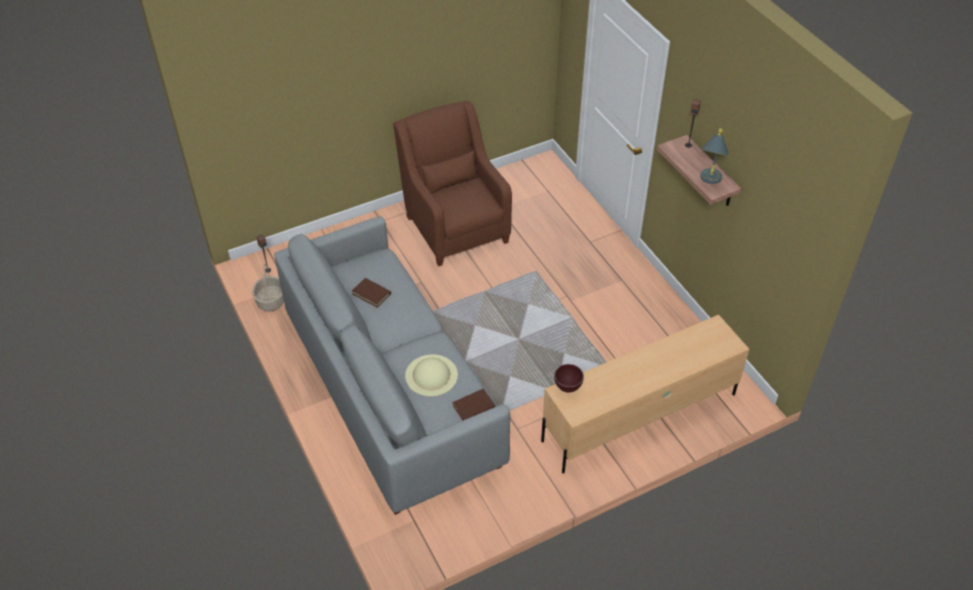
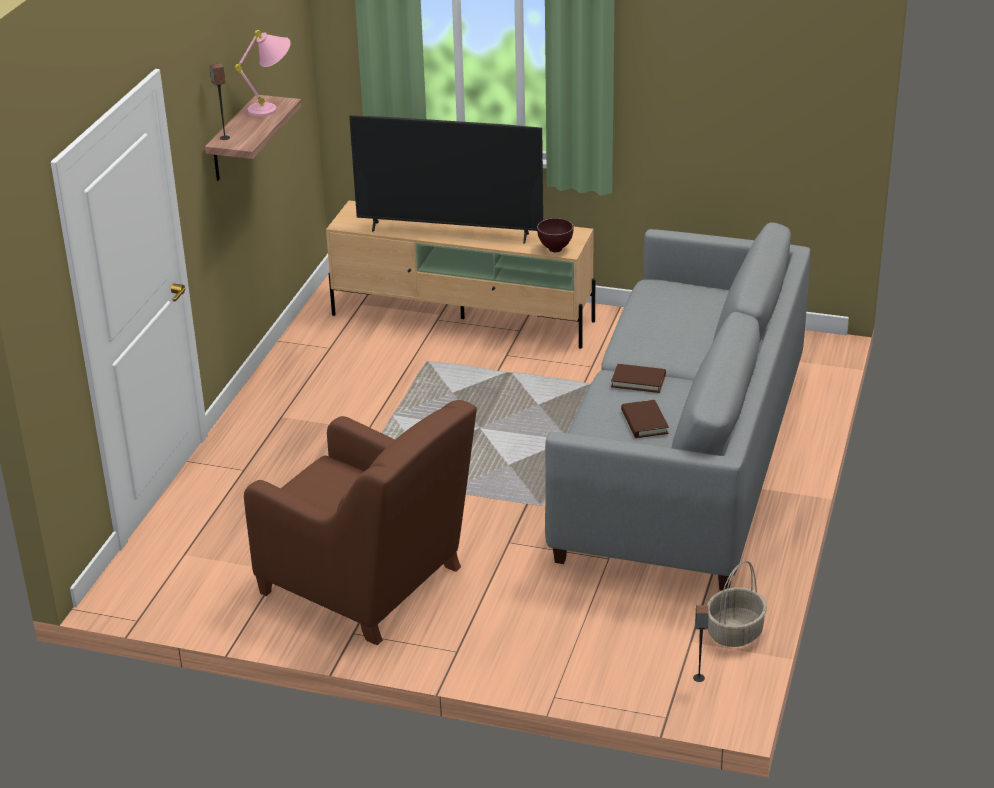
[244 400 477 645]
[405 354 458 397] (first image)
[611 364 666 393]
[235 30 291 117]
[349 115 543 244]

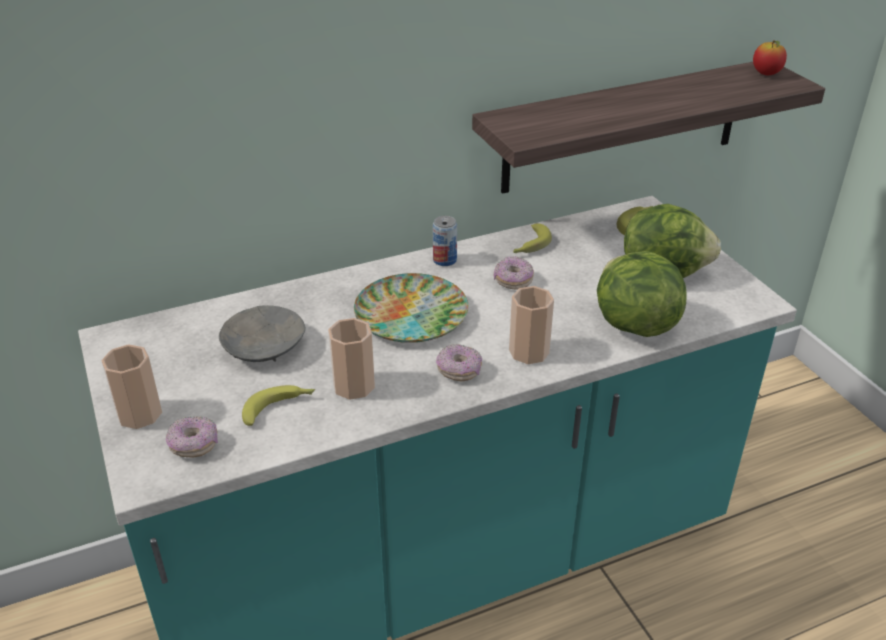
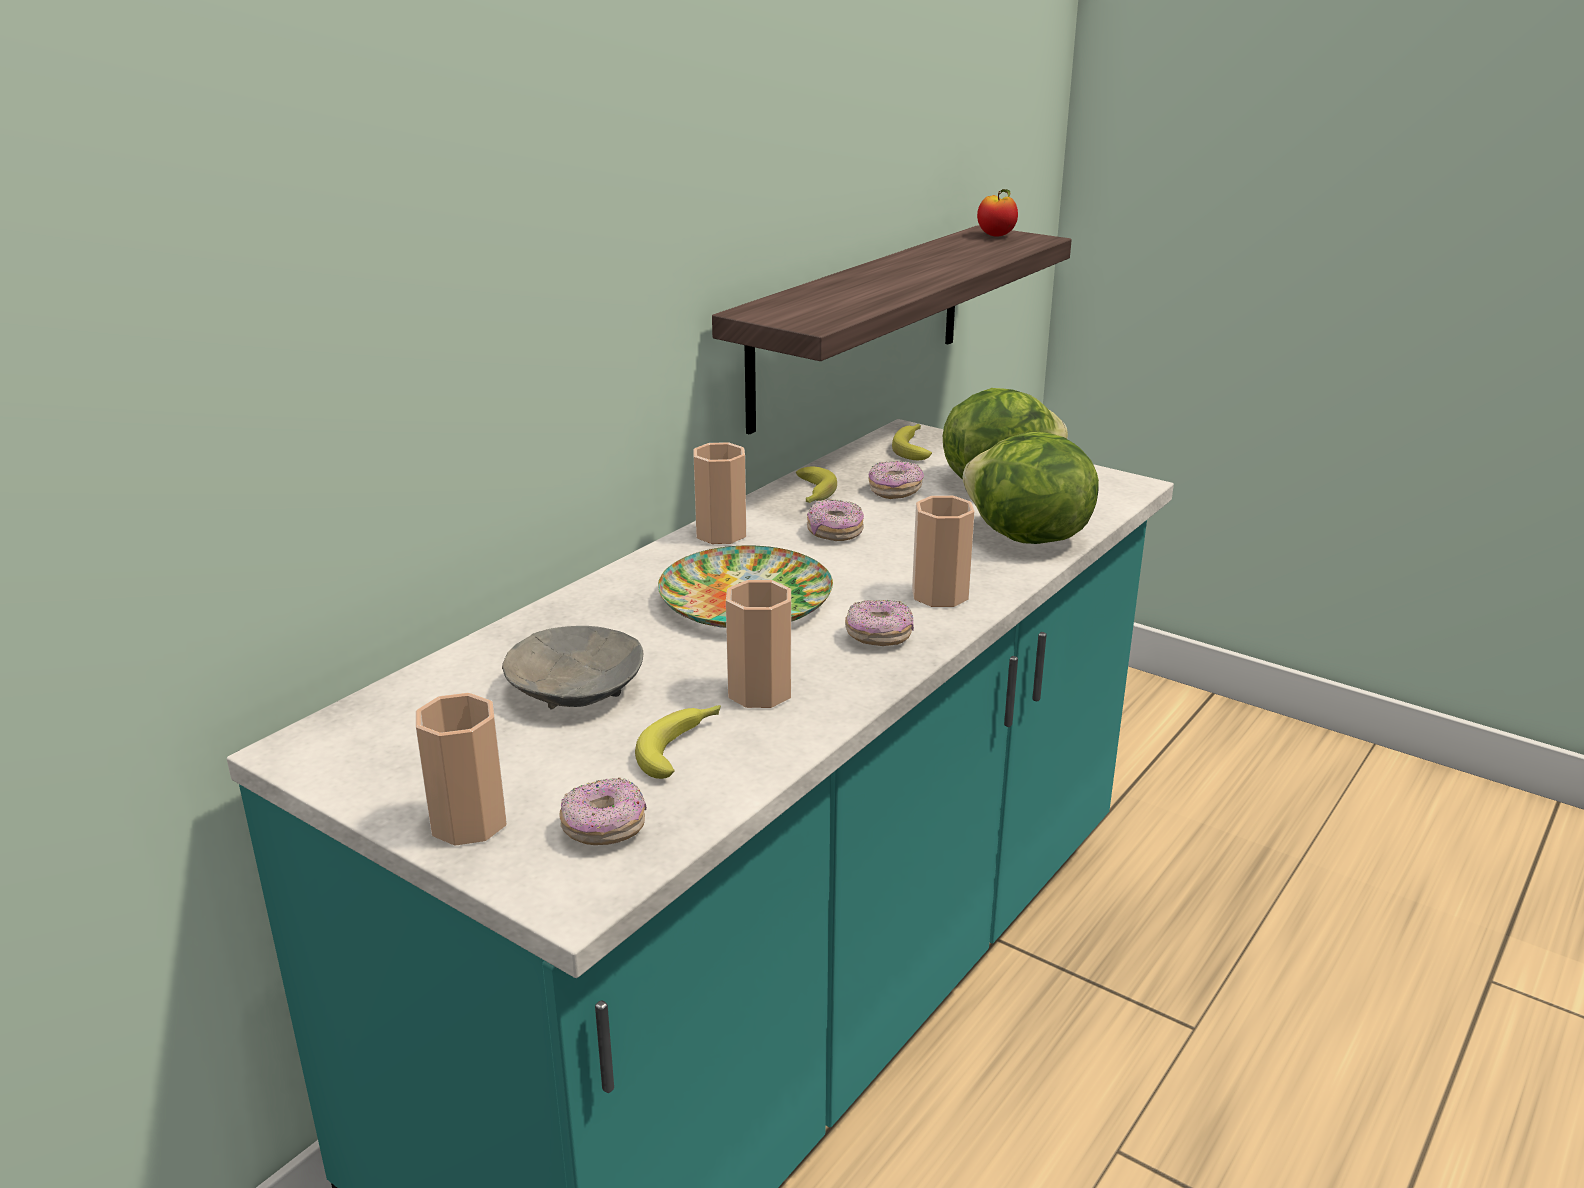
[693 442 746 544]
[868 461 924 499]

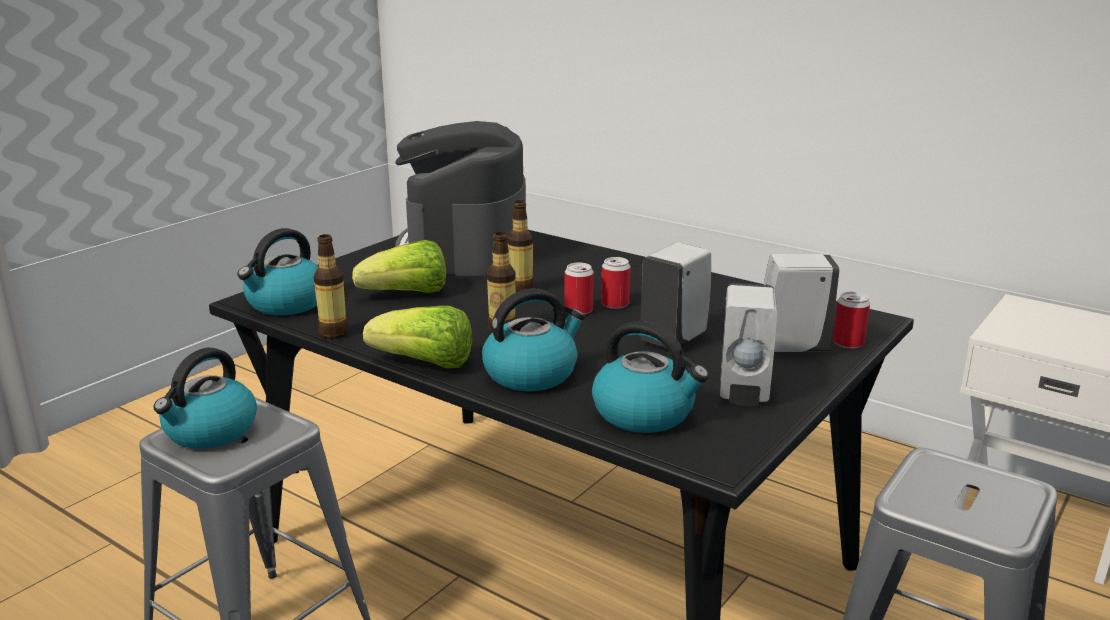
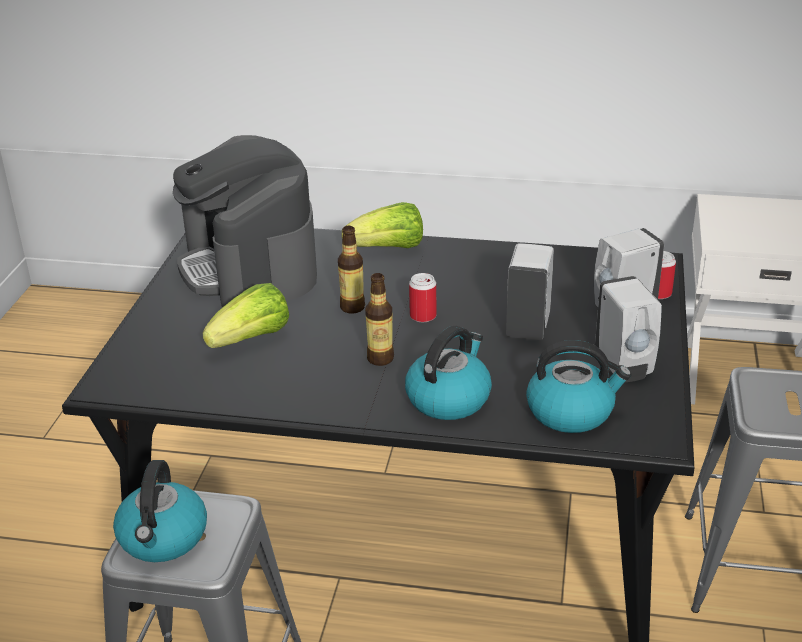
[237 228 319 315] (first image)
[314 234 348 340] (first image)
[342 202 423 248]
[601 257 631 309] (first image)

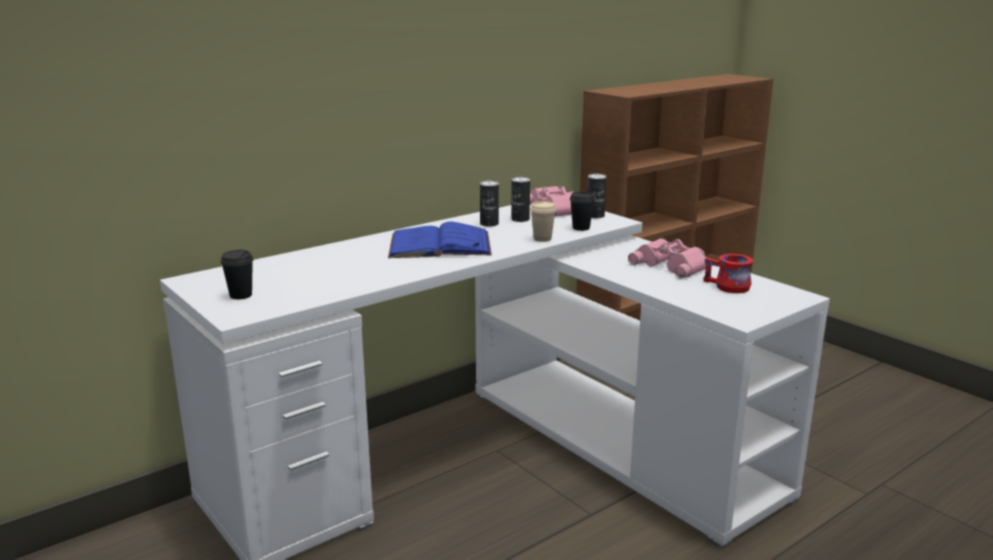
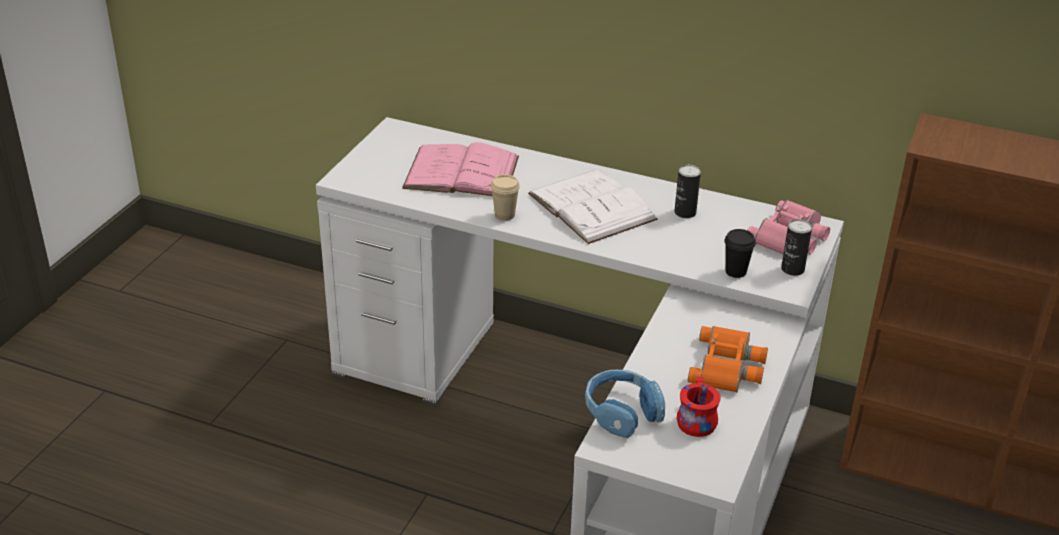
[221 250 254 299] (first image)
[528 170 658 244]
[511 177 530 222] (first image)
[490 174 520 221]
[688 326 768 393]
[402 142 519 196]
[585 370 665 438]

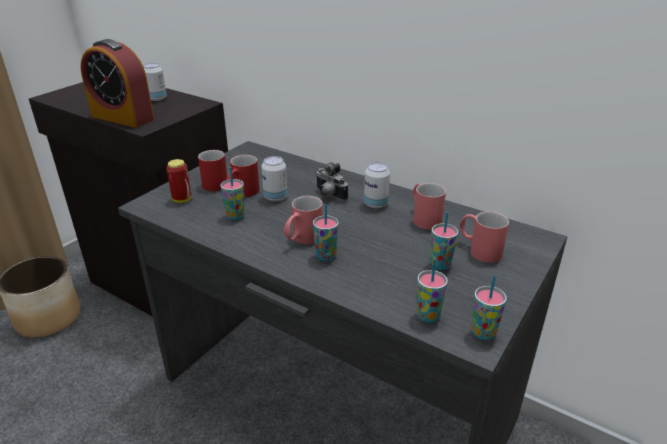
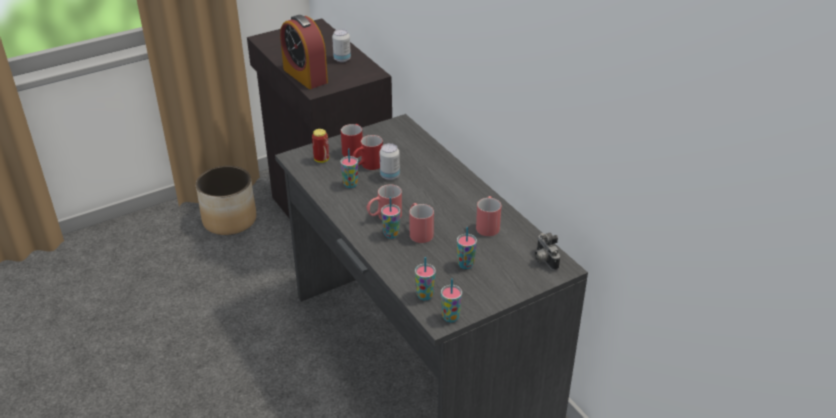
[535 233 560 270]
[364 162 390 209] (first image)
[409 203 434 243]

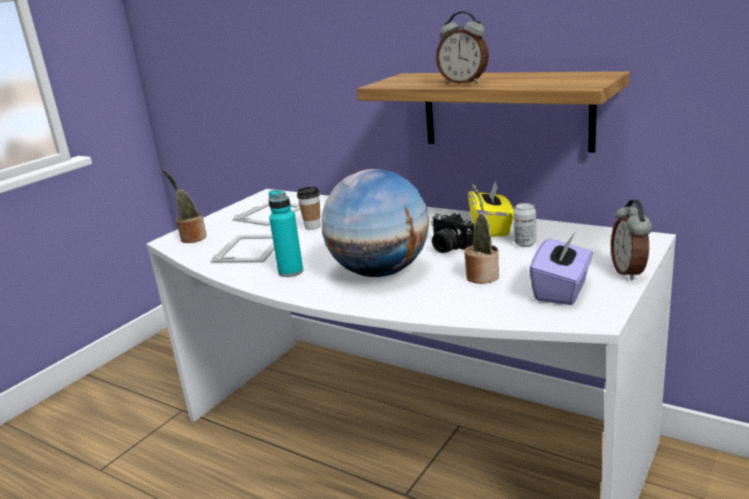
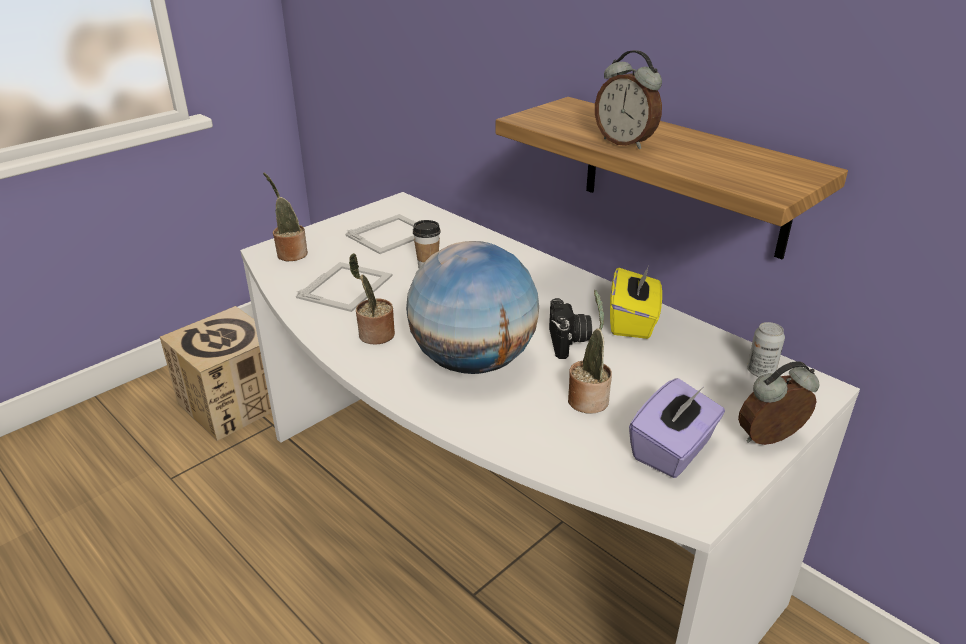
[349 253 395 344]
[549 298 592 359]
[747 322 785 377]
[738 361 819 445]
[160 306 272 441]

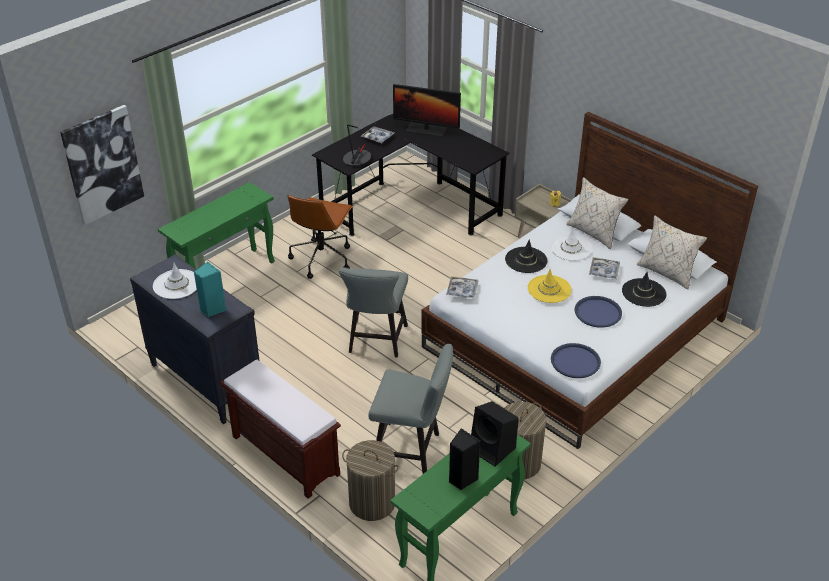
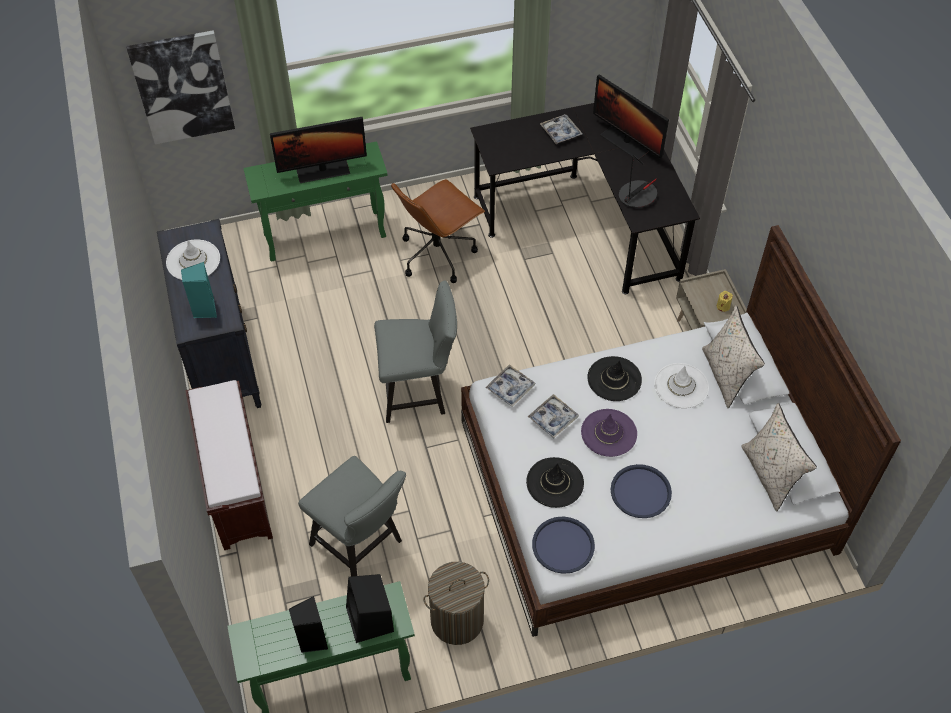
[374 280 457 423]
[342 440 399 521] (first image)
[619 155 657 208]
[581 409 637 457]
[528 394 579 438]
[526 457 584 508]
[270 117 367 183]

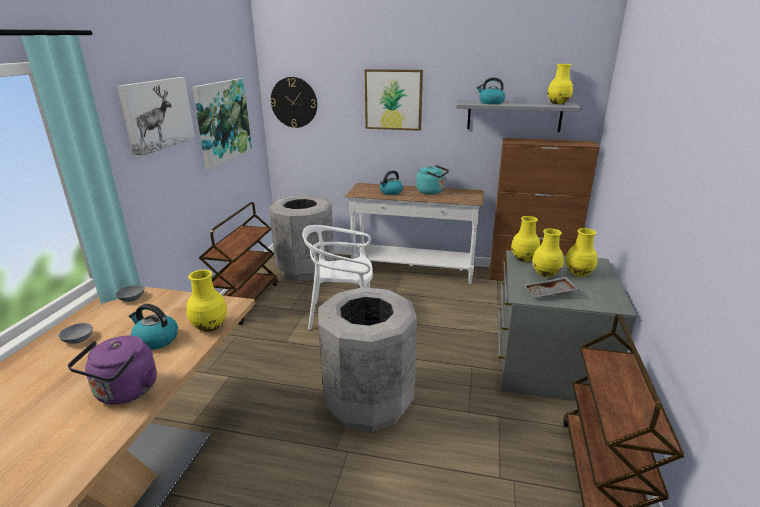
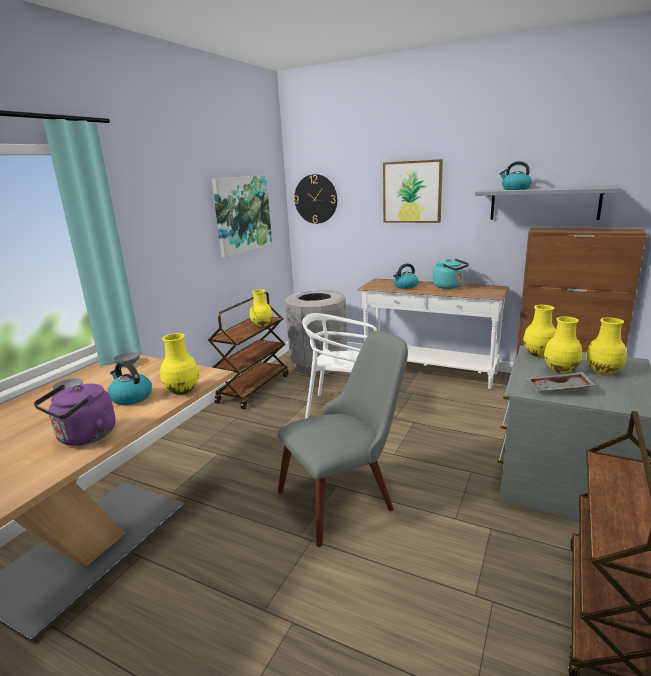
[117 77 195 157] (first image)
[278 331 408 547]
[250 289 272 327]

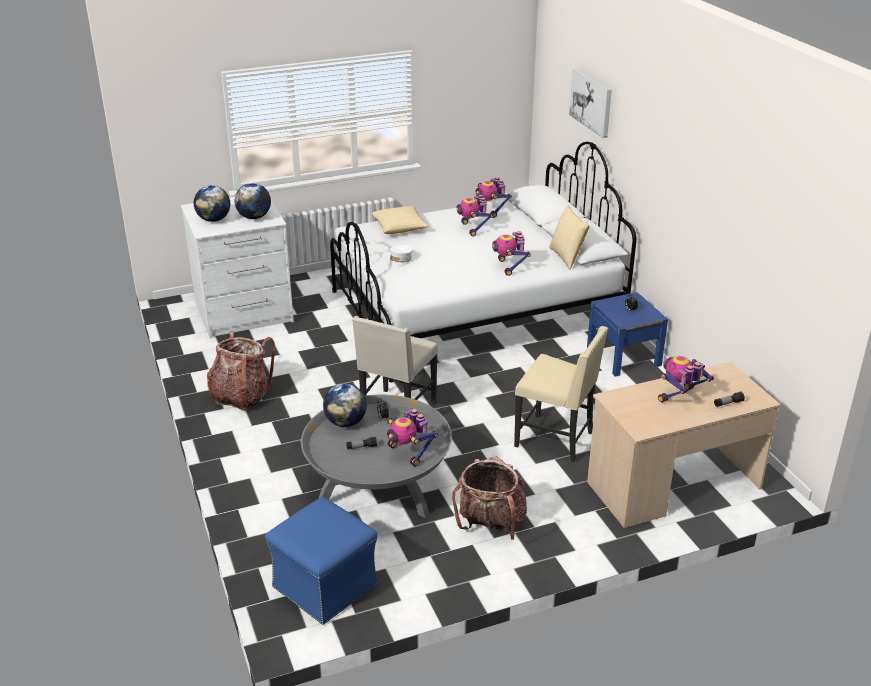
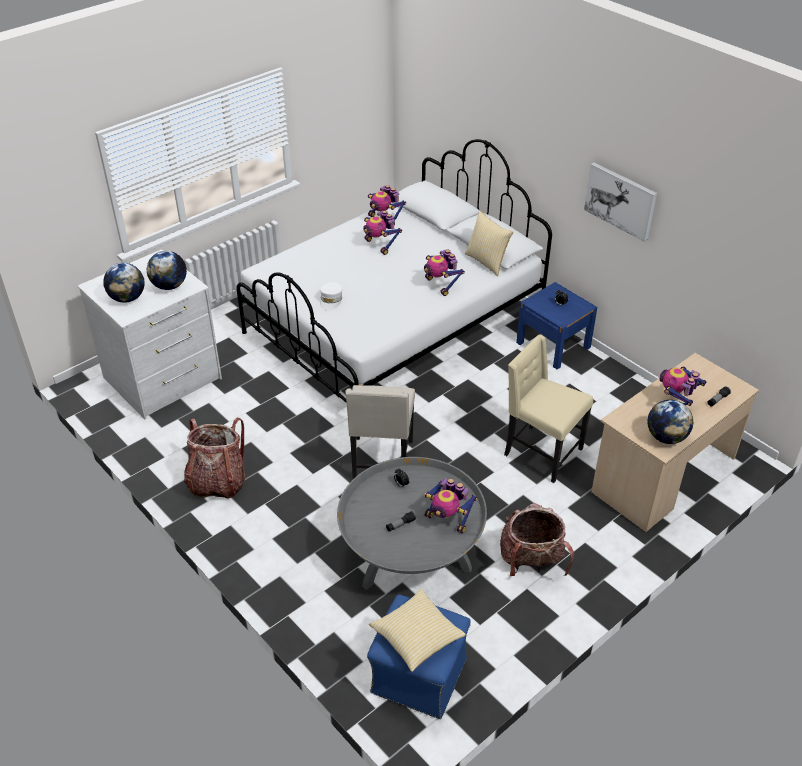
[647 400 693 444]
[369 589 466 672]
[504 335 593 483]
[584 163 657 242]

